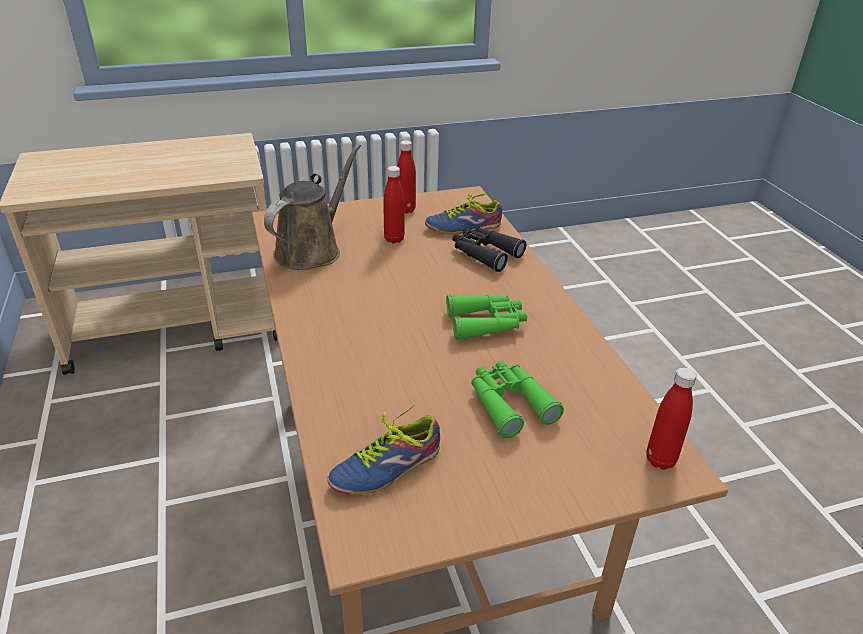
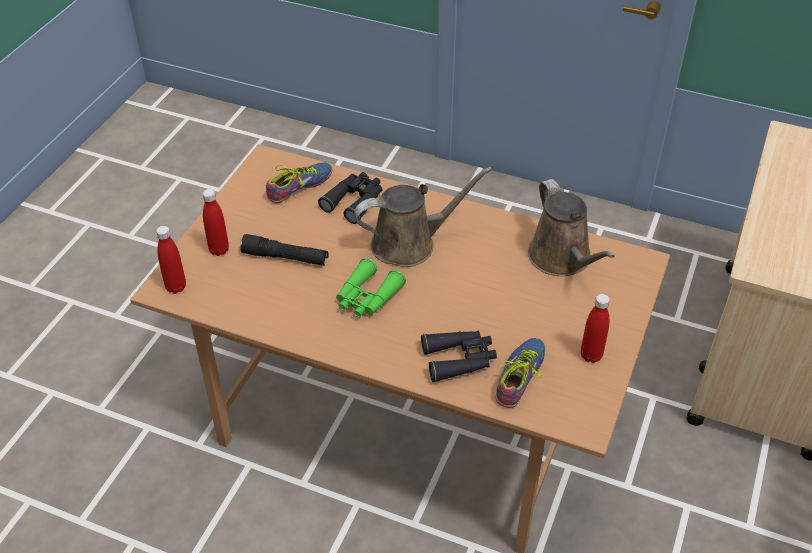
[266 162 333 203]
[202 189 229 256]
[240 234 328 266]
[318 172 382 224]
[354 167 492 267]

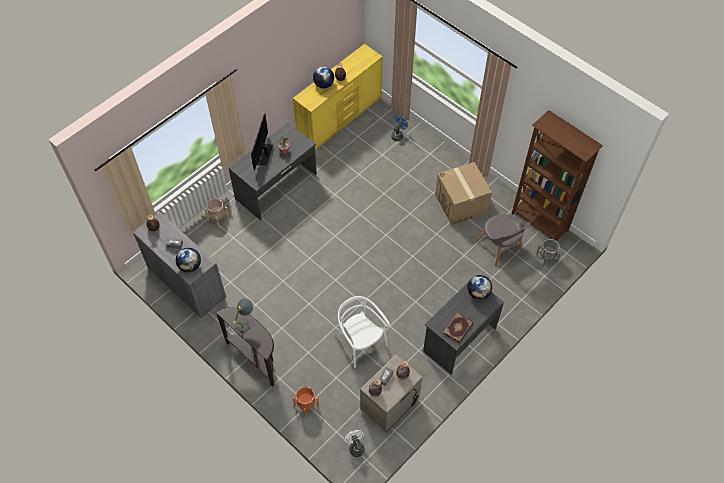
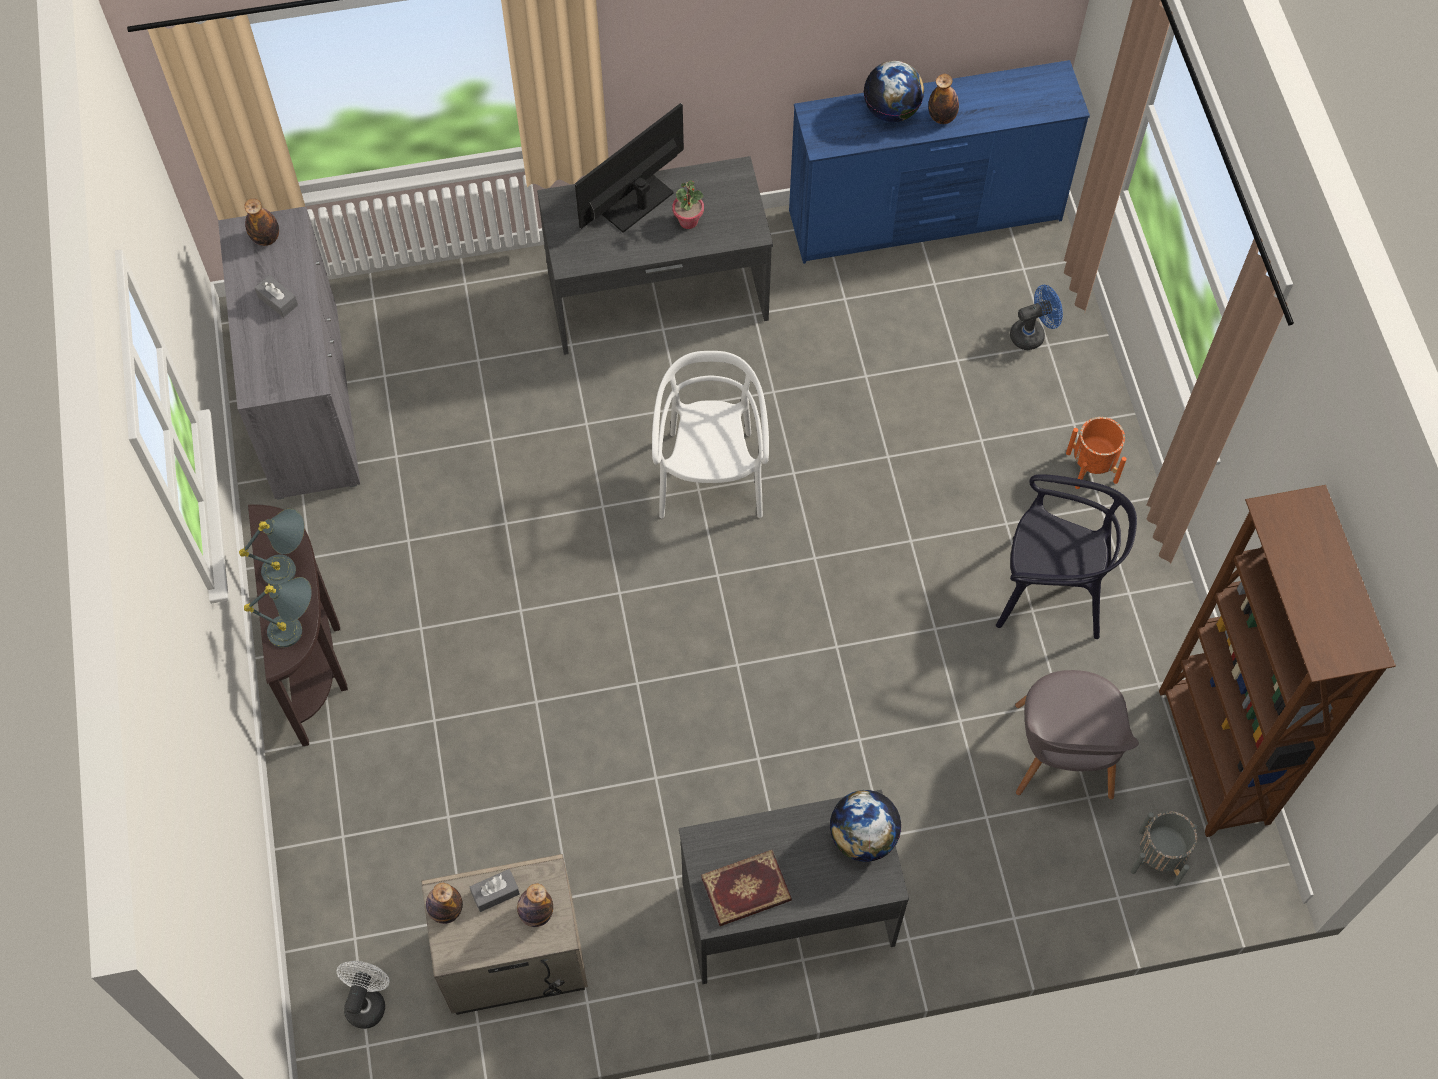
[176 248 201 272] (first image)
[205 199 229 227] (first image)
[789 60 1090 264]
[1066 417 1127 489]
[652 351 769 518]
[996 474 1137 639]
[244 577 312 648]

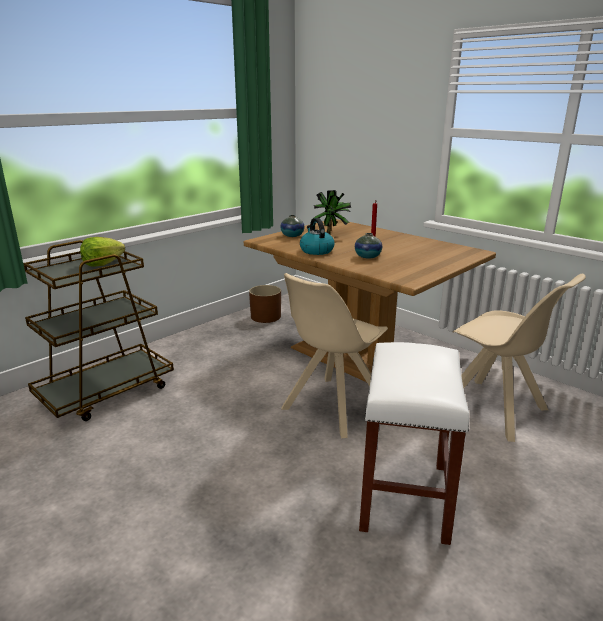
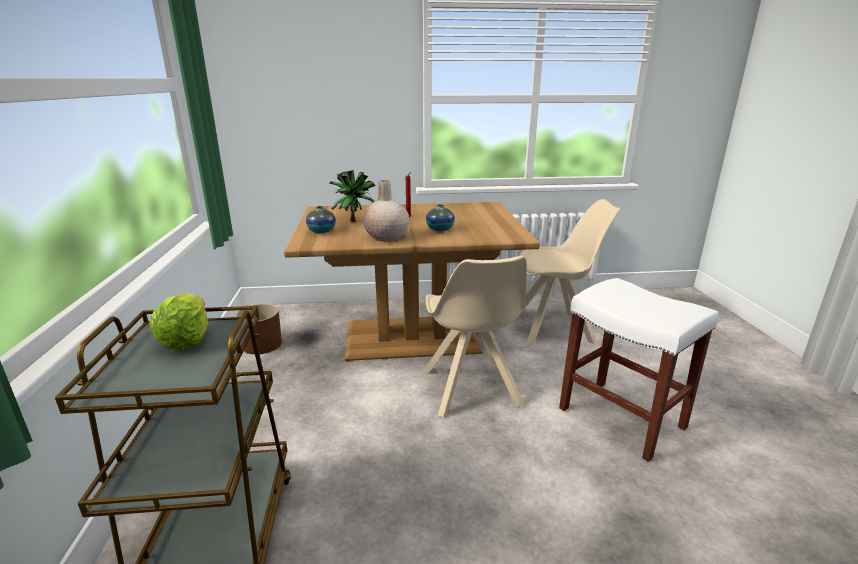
[363 180 409 242]

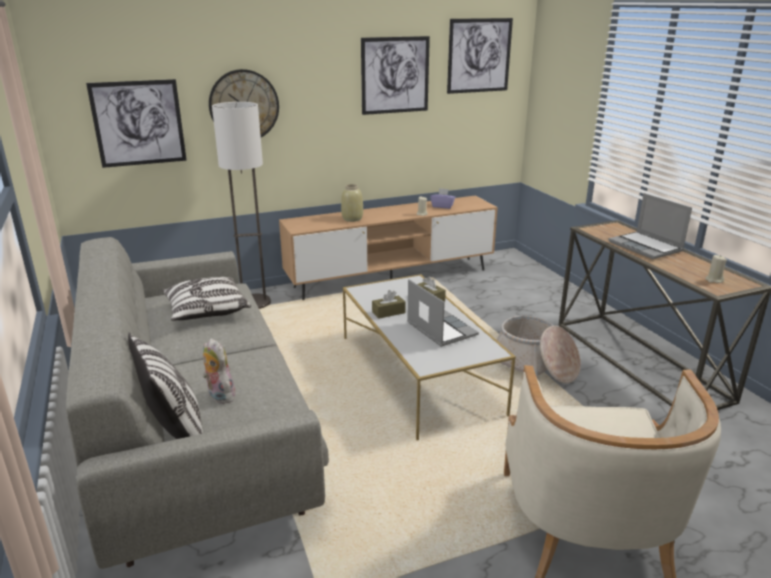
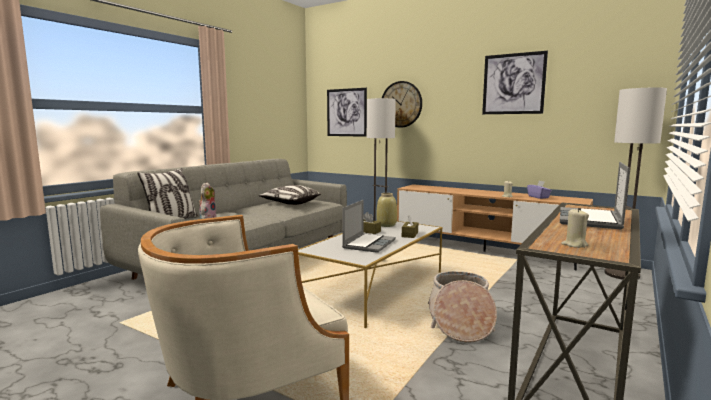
[376 193 397 227]
[447 18 513 94] (first image)
[605 88 667 279]

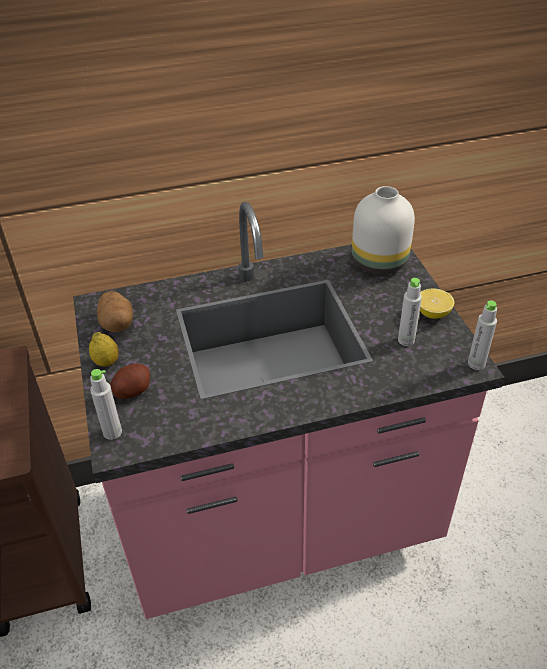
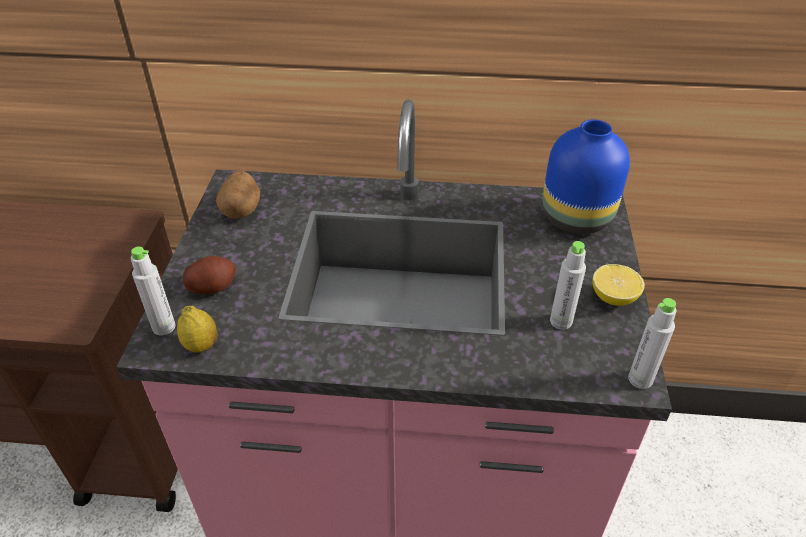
[177 306 218 352]
[543 120 630 234]

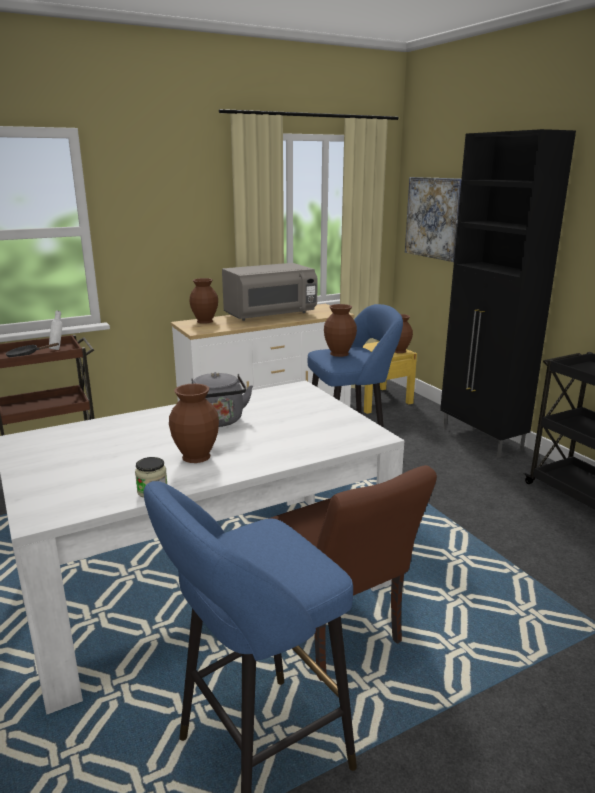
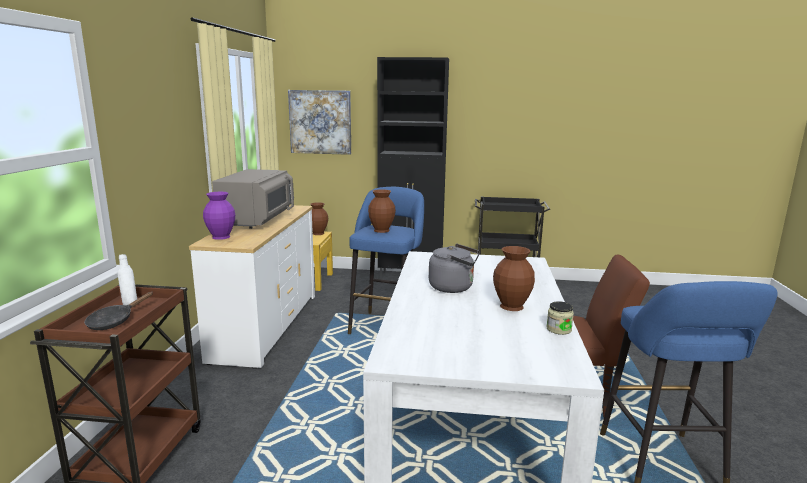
[203 192 235 240]

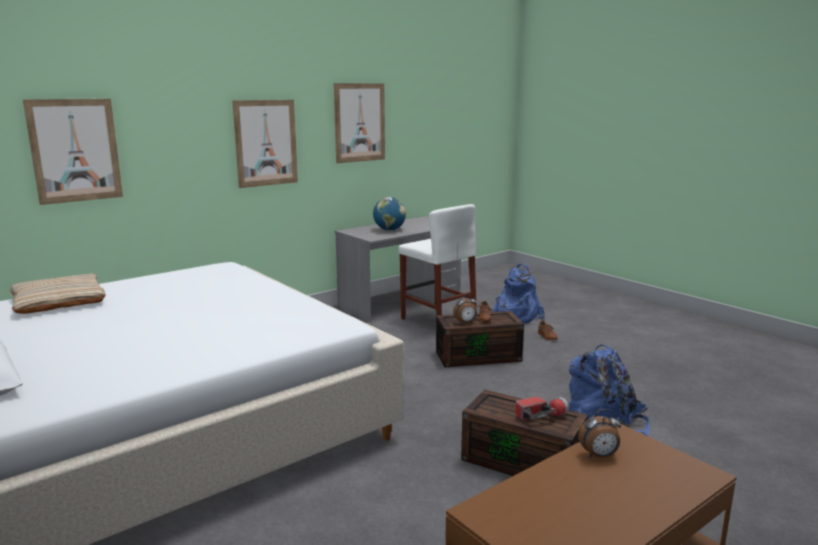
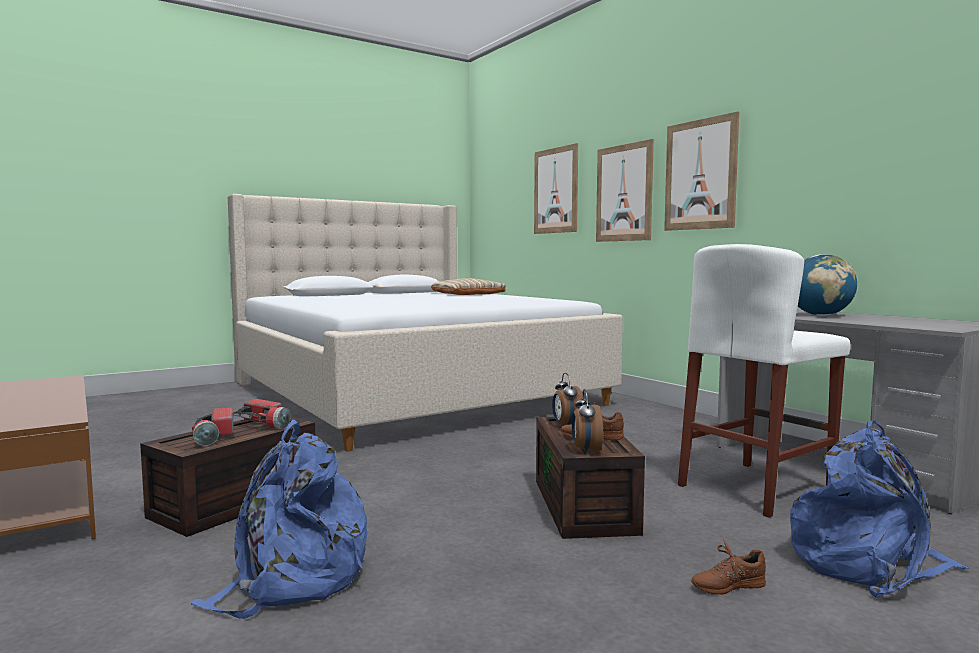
[596 139 654 242]
[572 389 603 454]
[233 399 290 429]

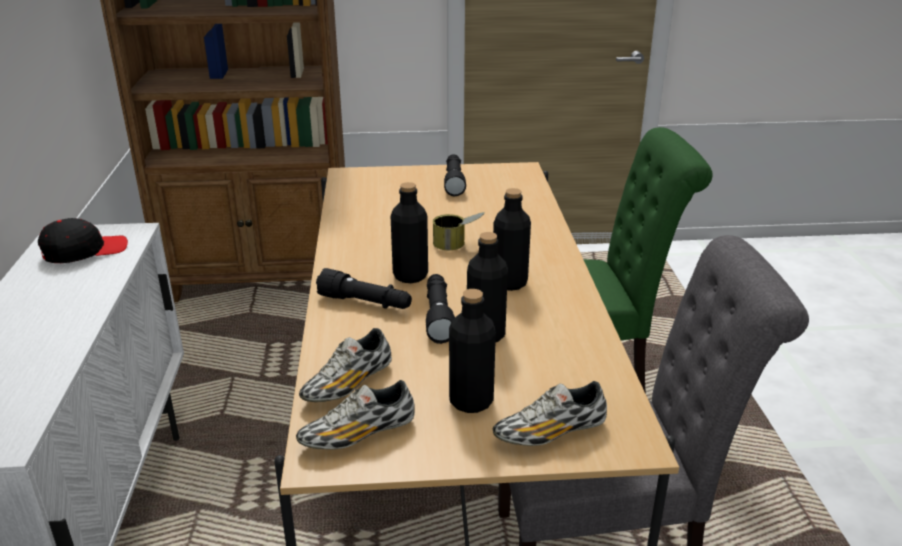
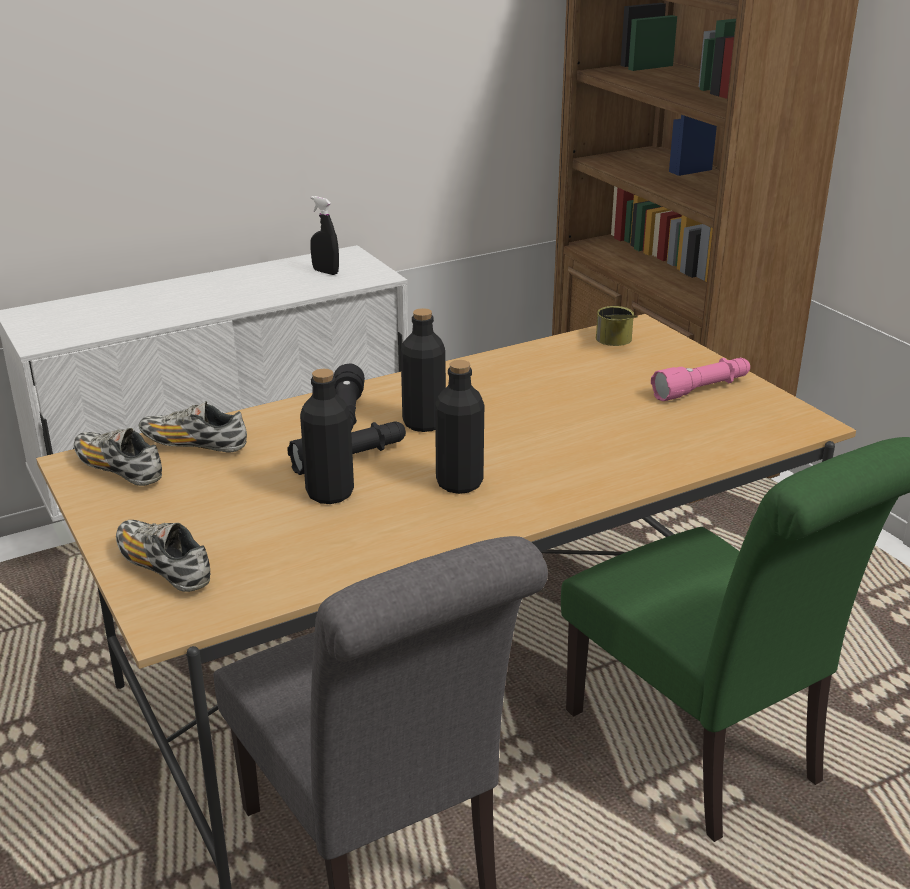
[310 196 339 275]
[596 306 638 346]
[651 358 750 401]
[449 289 496 413] (first image)

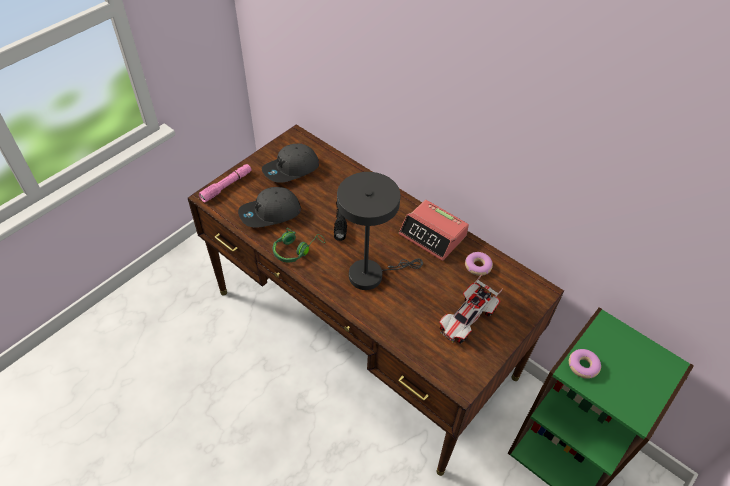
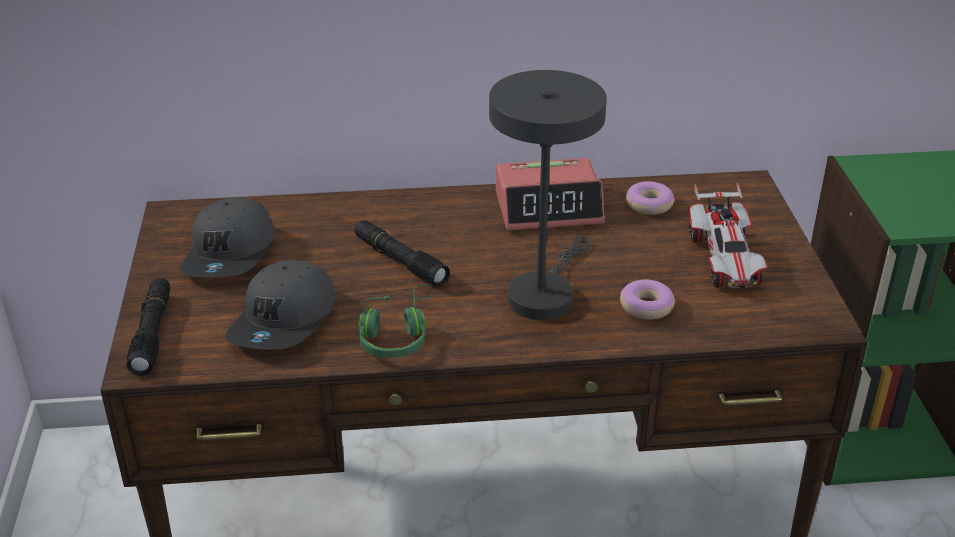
[126 278 170 376]
[620 279 675 320]

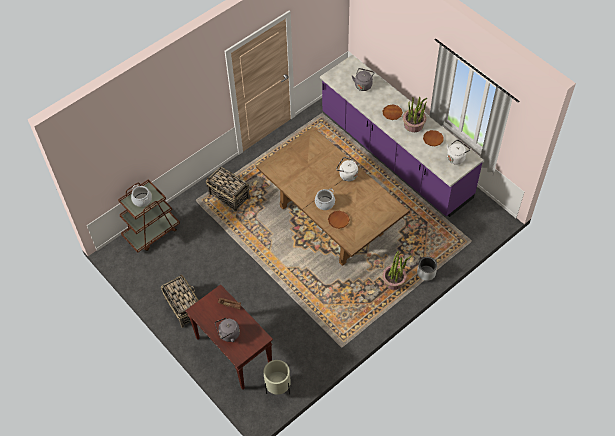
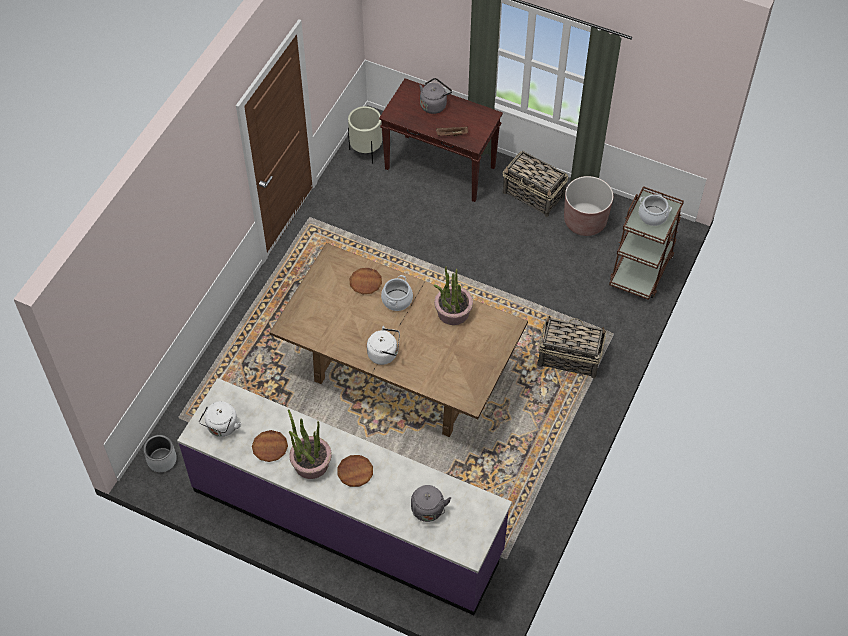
[434 266 473 325]
[143 434 177 472]
[564 176 613 236]

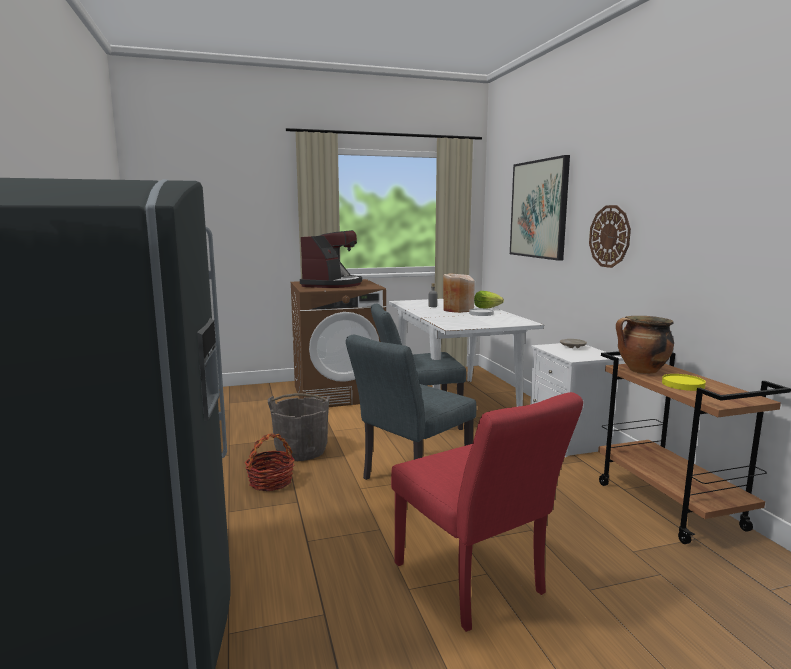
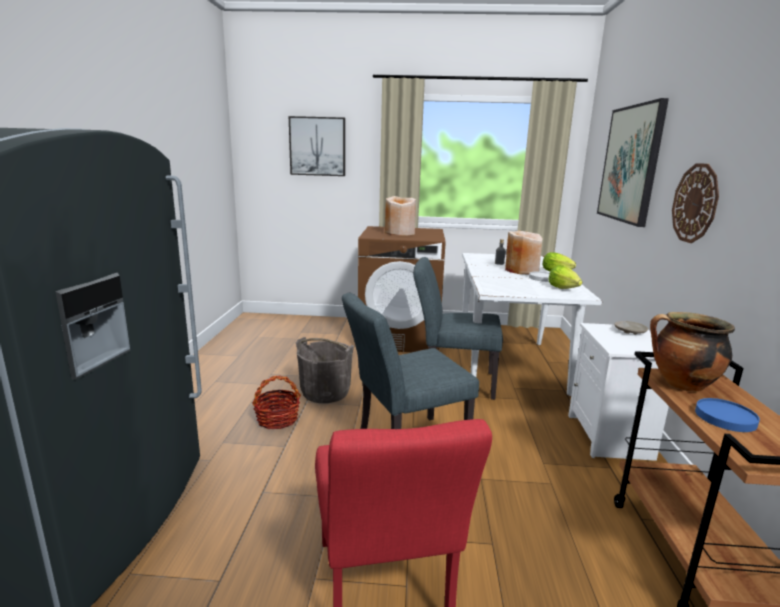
[385 196 416 235]
[695 398 760 432]
[289 116 345 176]
[548 265 582 289]

